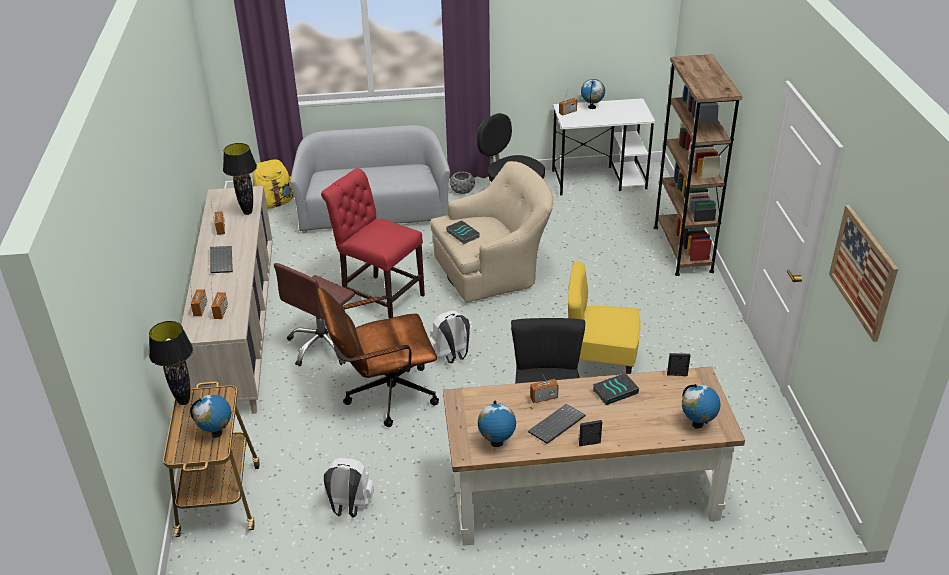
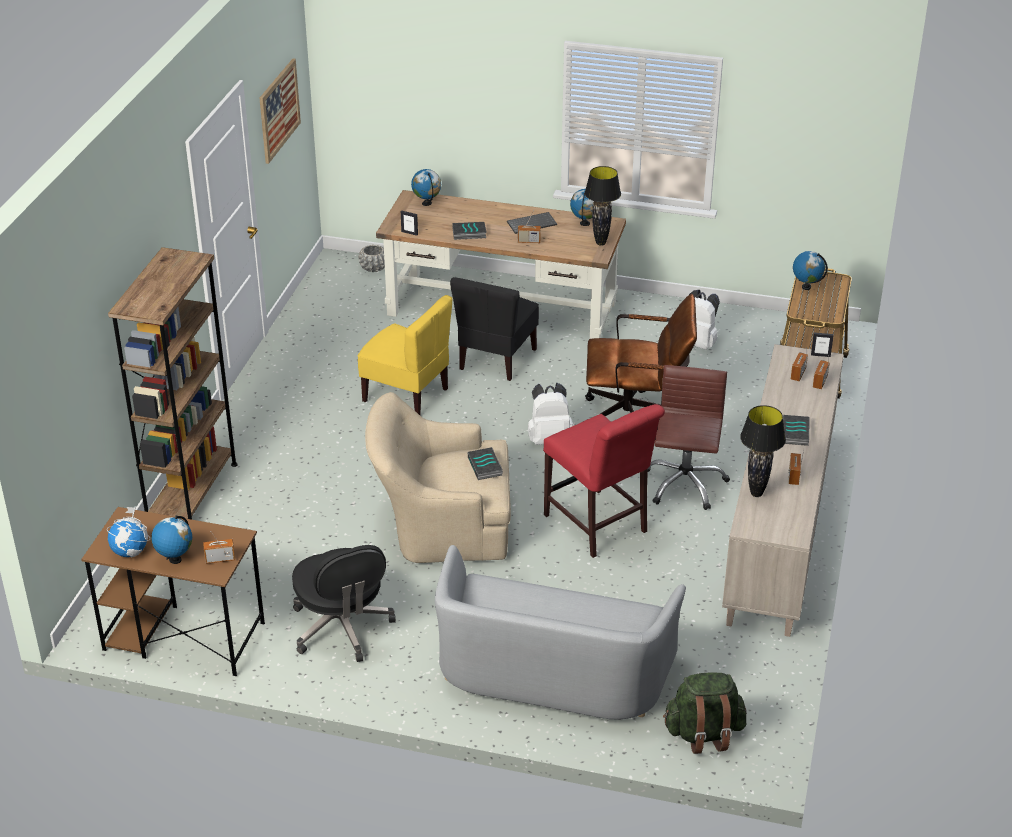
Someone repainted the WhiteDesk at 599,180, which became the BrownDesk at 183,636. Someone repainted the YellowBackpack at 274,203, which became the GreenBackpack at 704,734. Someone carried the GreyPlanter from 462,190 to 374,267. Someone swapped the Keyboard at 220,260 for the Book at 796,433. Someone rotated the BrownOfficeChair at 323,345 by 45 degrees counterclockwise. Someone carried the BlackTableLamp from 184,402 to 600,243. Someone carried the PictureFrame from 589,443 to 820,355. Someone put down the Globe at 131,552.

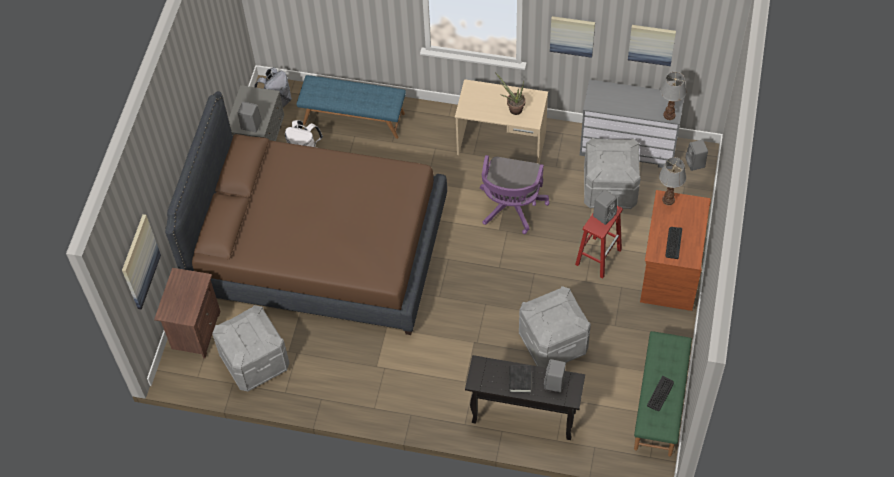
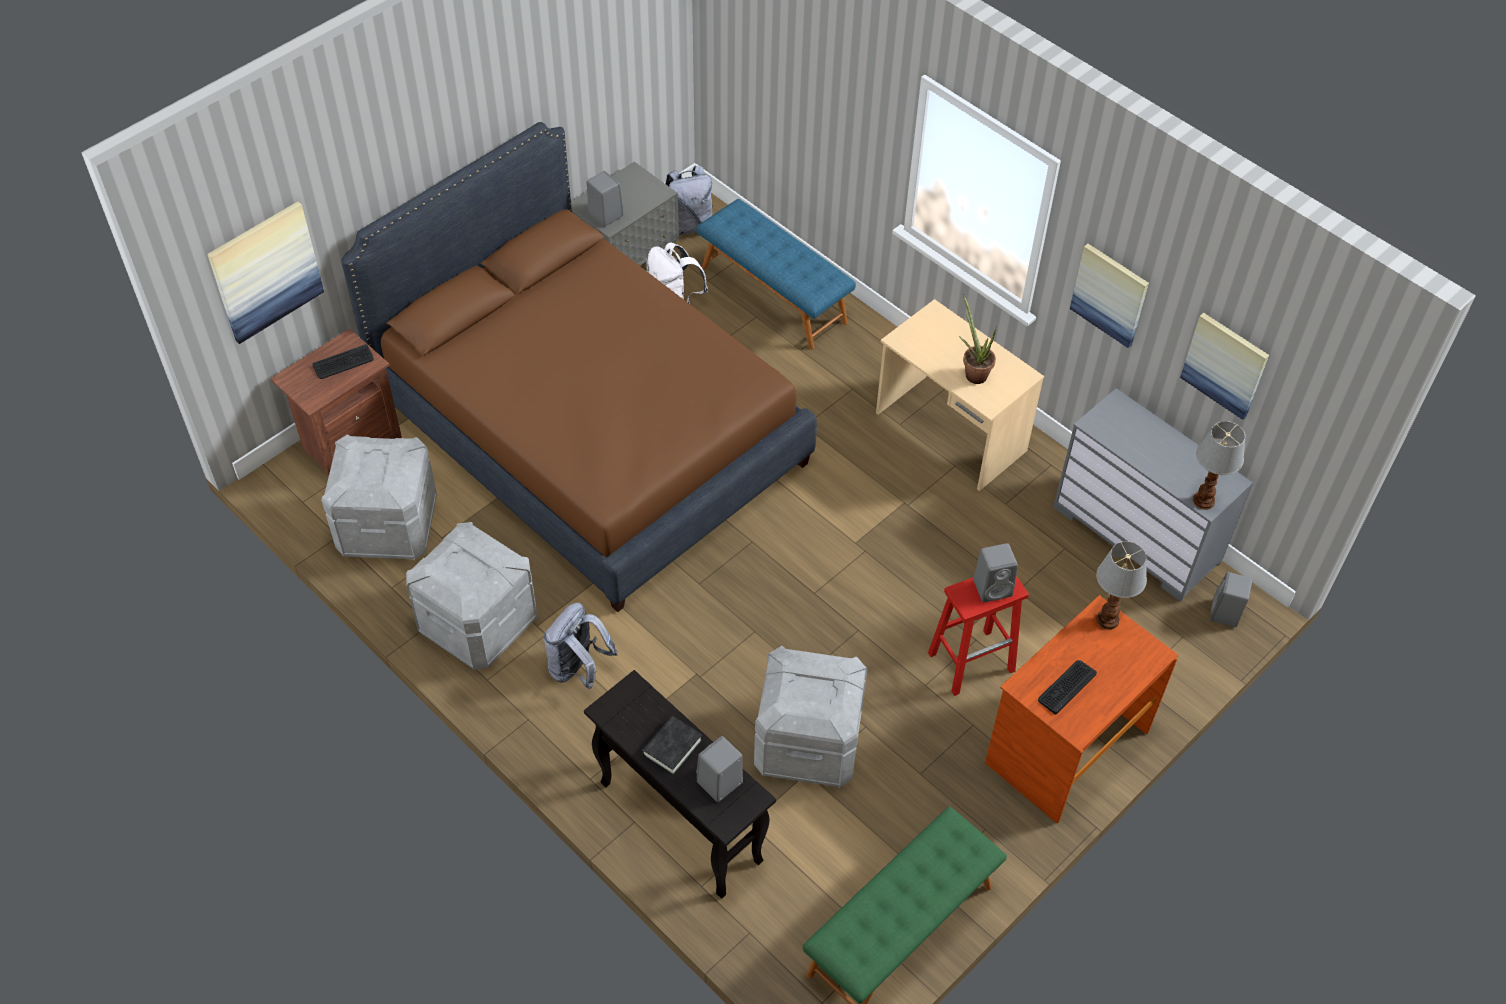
Someone carried the GreyStorageBox from 609,189 to 477,623. Someone took away the PurpleOfficeChair at 511,209. Someone carried the Keyboard from 660,394 to 343,362. Someone put down the GreyBackpack at 578,669.

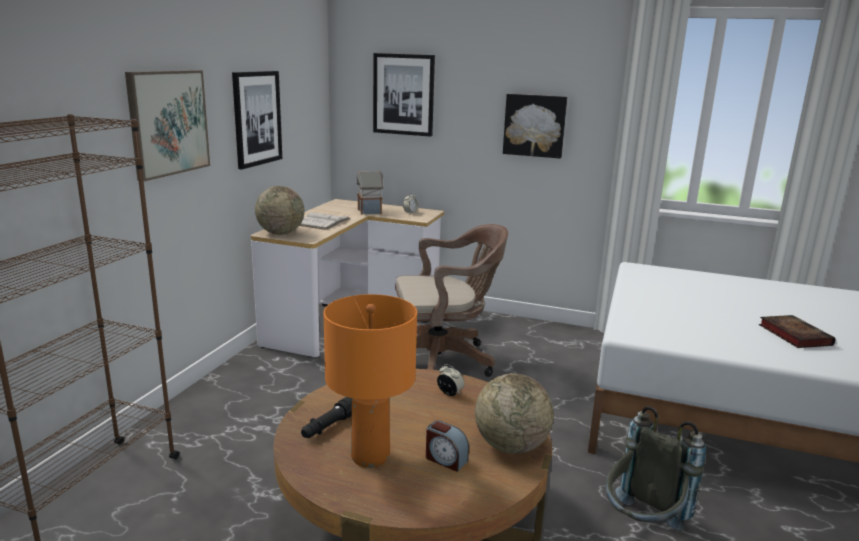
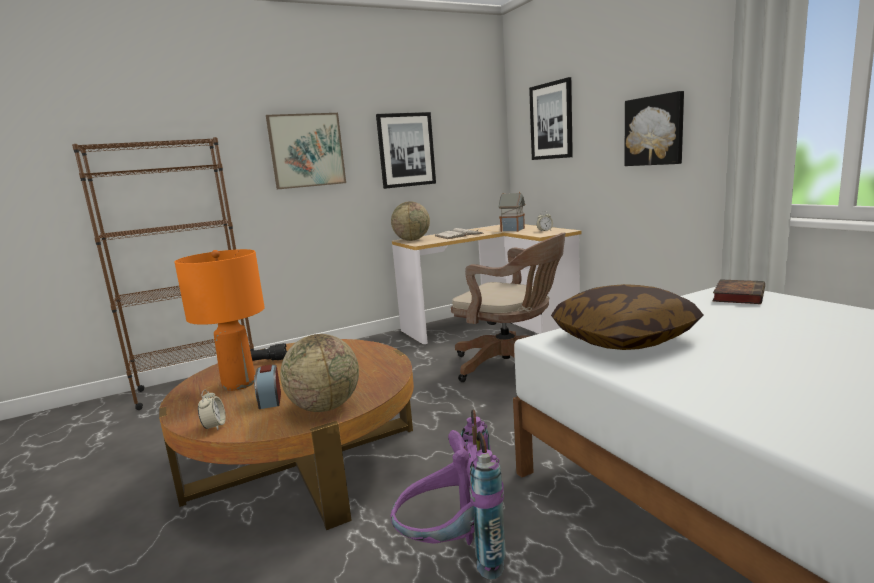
Someone carried the Book from 792,334 to 738,295. Someone carried the AlarmClock from 450,393 to 214,426. Someone repainted the GreyBackpack at 641,527, which became the PurpleBackpack at 453,555. Someone put down the Pillow at 623,338.

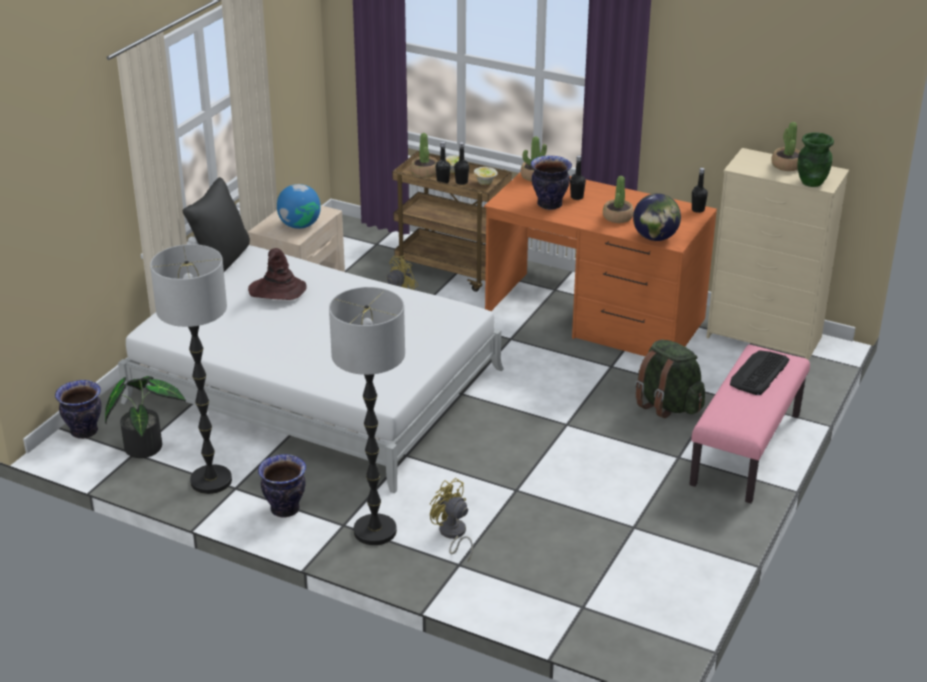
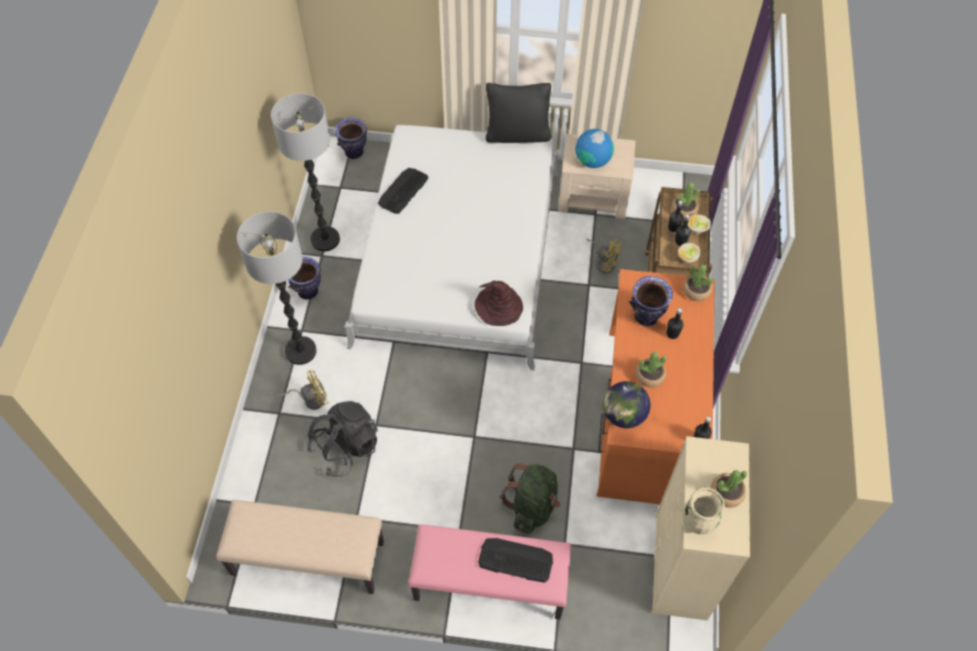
Someone repainted the GreenVase at 811,182, which became the BeigeVase at 697,523. Someone carried the BrownHat from 277,290 to 498,306. Someone took away the PottedPlant at 146,445. Someone rotated the YellowFan at 452,535 by 45 degrees clockwise. Someone put down the Keyboard at 403,191. Someone put down the BlackBackpack at 345,447. Someone put down the BeigeBench at 307,559.

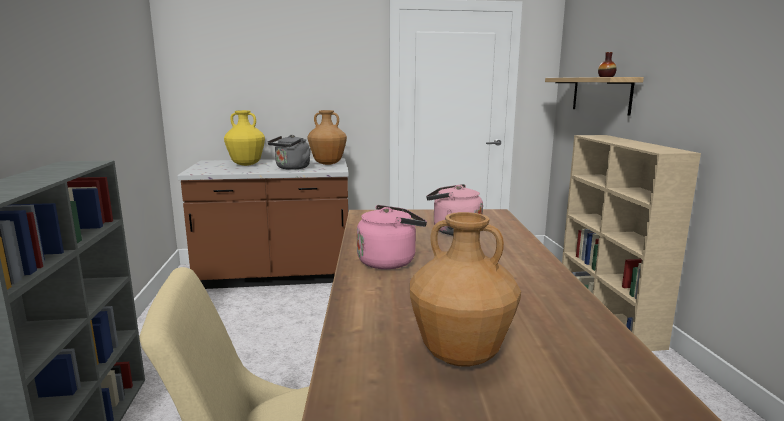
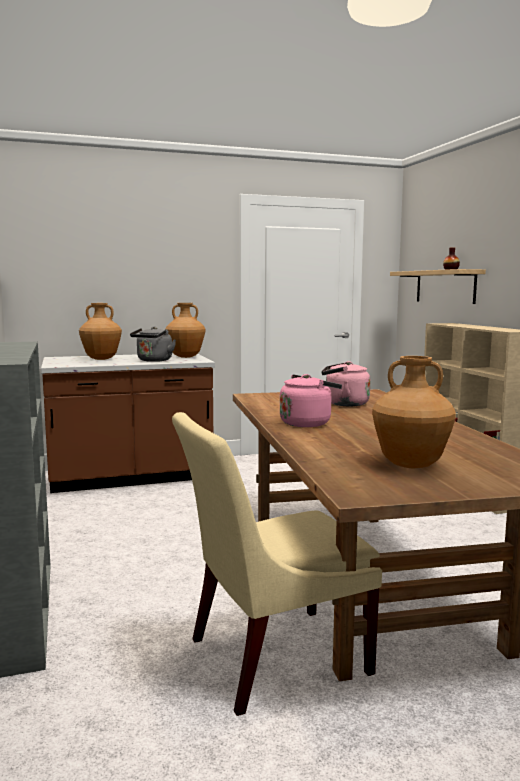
Someone repainted the YellowVase at 246,164, which became the BrownVase at 101,359.

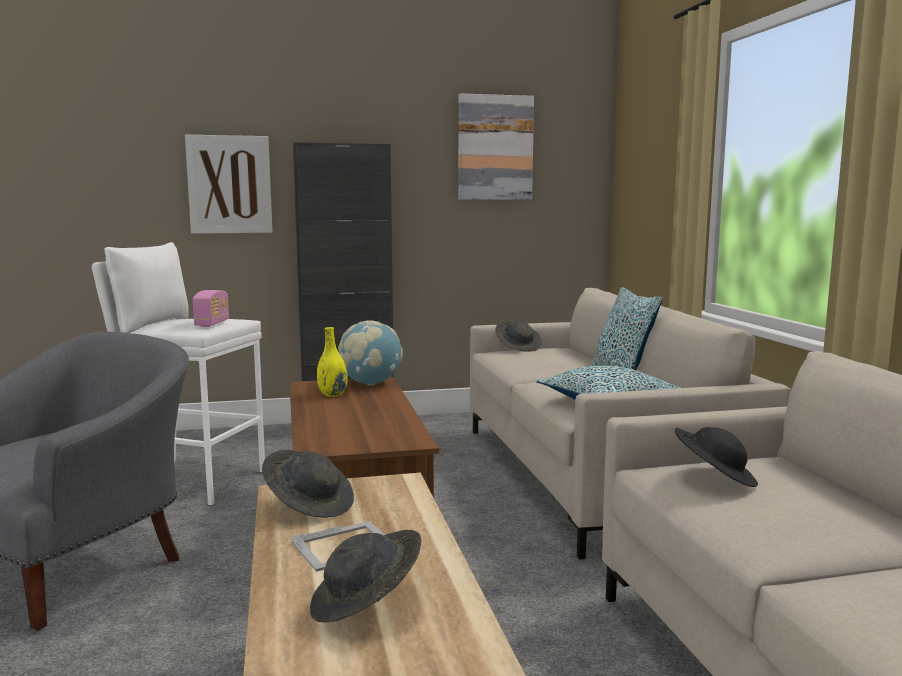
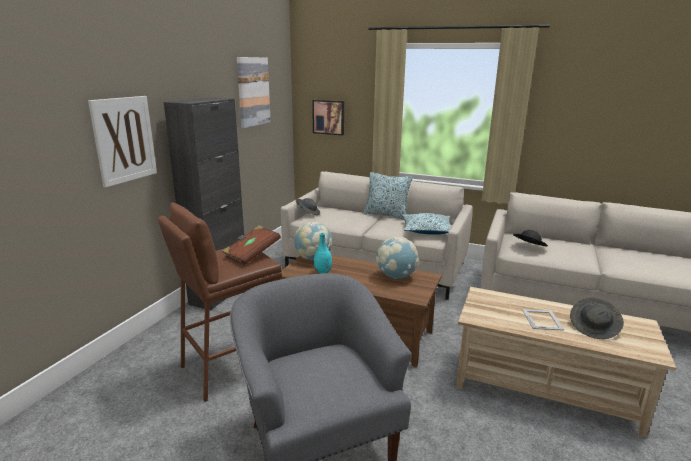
Someone repainted the WhiteStool at 191,481, which became the BrownStool at 231,367. Someone swapped the Radio at 212,323 for the BrownBook at 252,254. Someone repainted the YellowVase at 332,394, which became the TurquoiseVase at 323,272. Someone took away the GreyHat at 310,505. Someone put up the Picture at 329,117. Someone put down the Globe at 396,276.

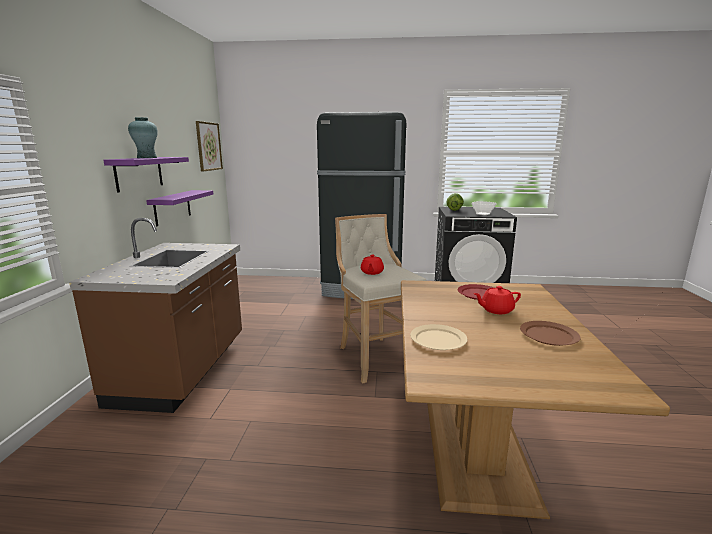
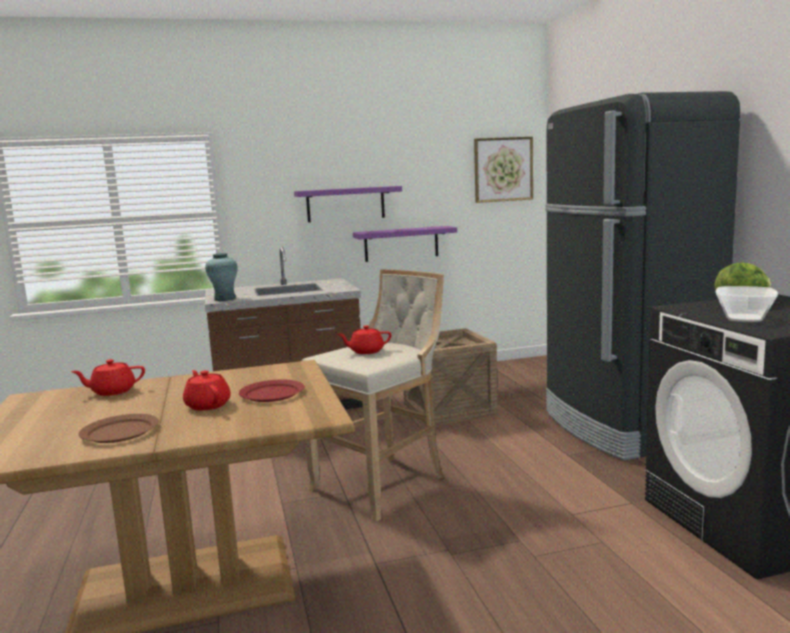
Someone carried the TurquoiseVase from 147,158 to 225,299. Someone swapped the BeigePlate at 438,340 for the RedTeapot at 112,391. Someone put down the Crate at 449,409.

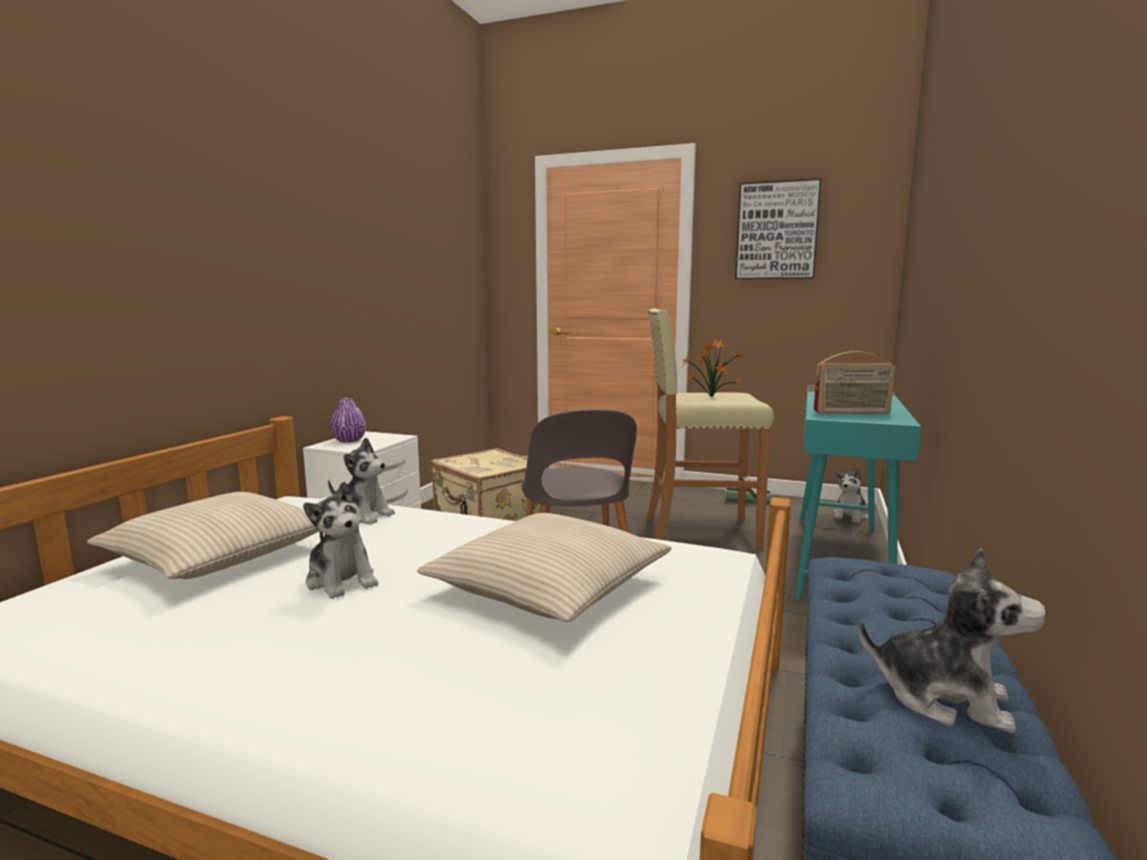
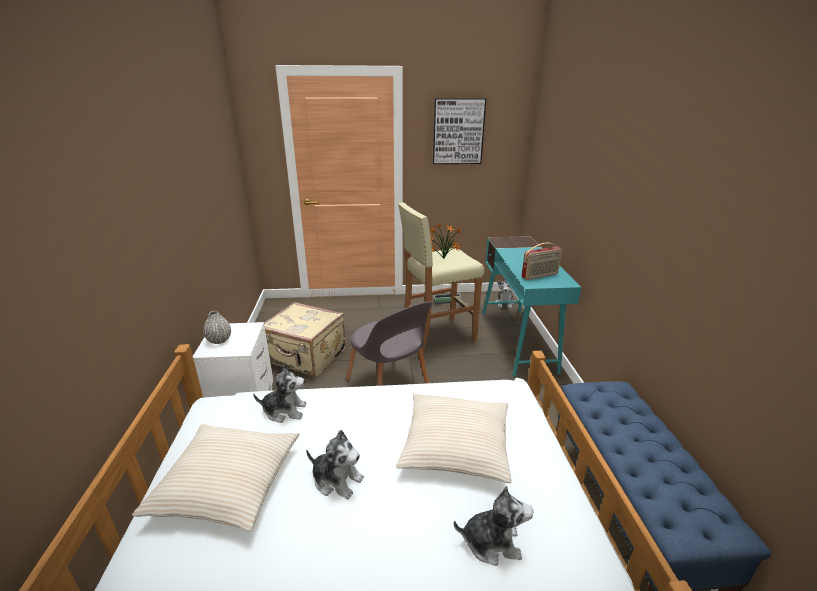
Someone repainted the PurpleVase at 349,440, which became the GreyVase at 219,340. Someone carried the PlushToy from 943,697 to 491,542.

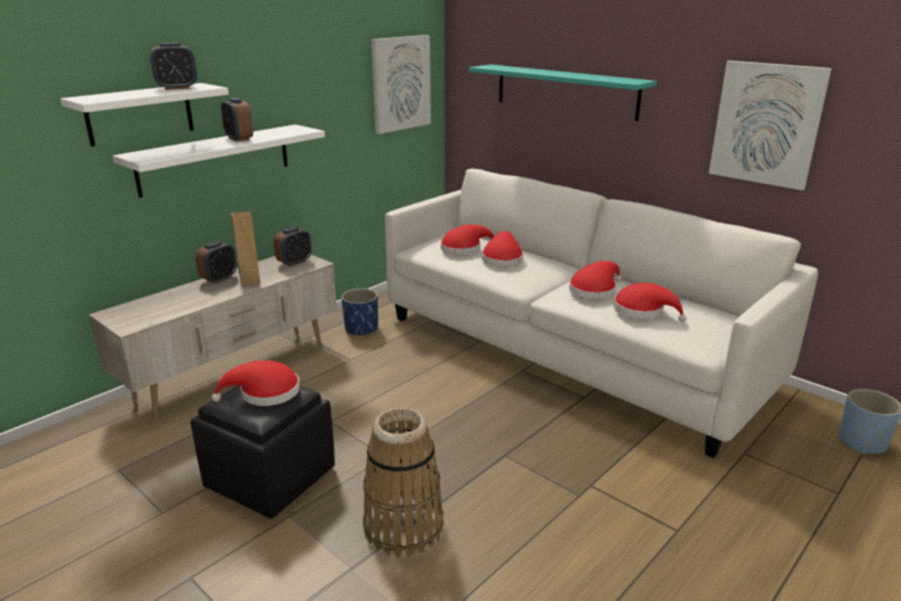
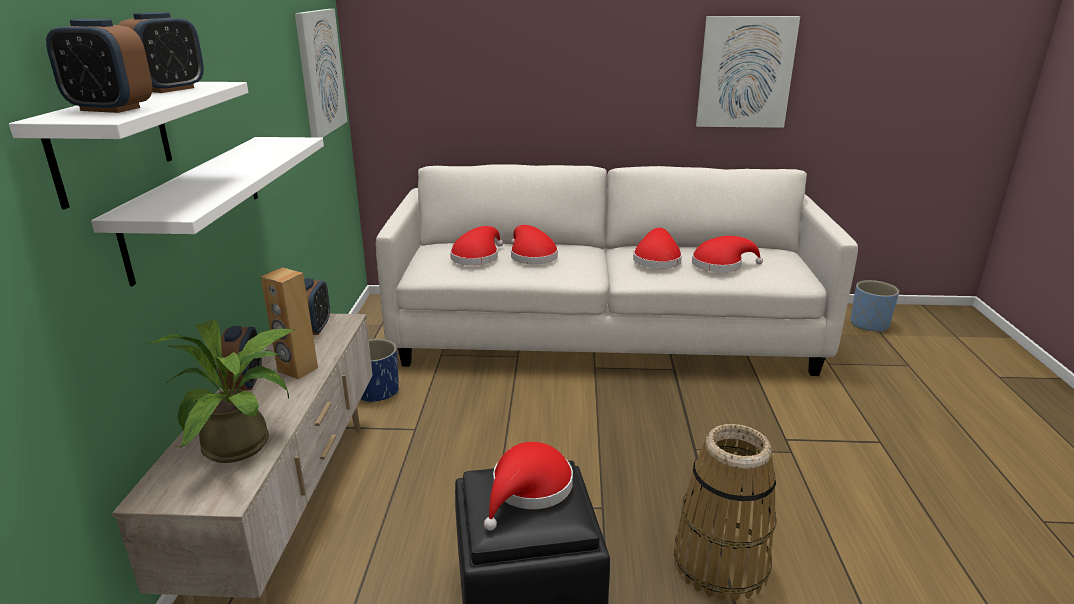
Someone took away the TurquoiseShelf at 565,91. Someone carried the AlarmClock from 239,139 to 110,109. Someone put down the PottedPlant at 245,443.

